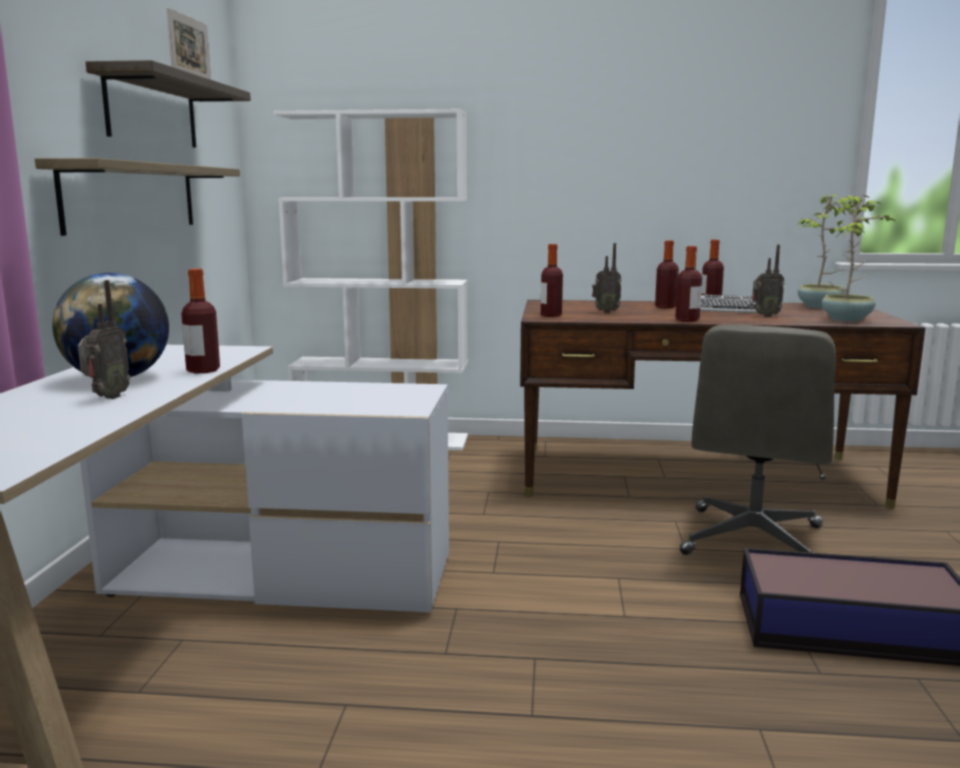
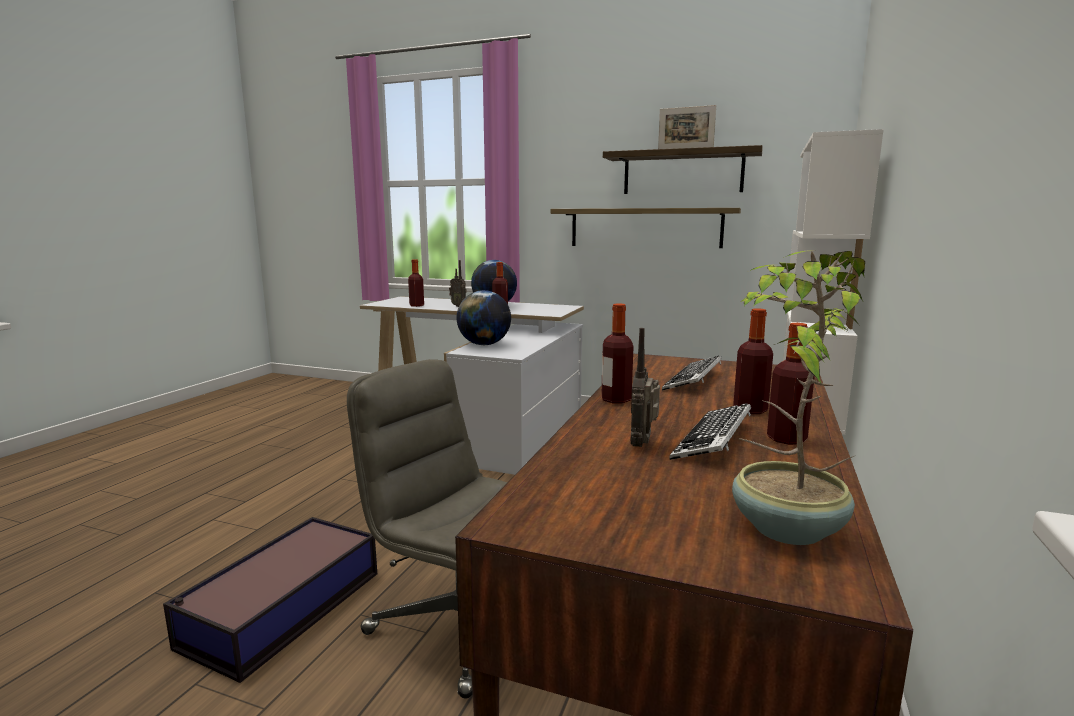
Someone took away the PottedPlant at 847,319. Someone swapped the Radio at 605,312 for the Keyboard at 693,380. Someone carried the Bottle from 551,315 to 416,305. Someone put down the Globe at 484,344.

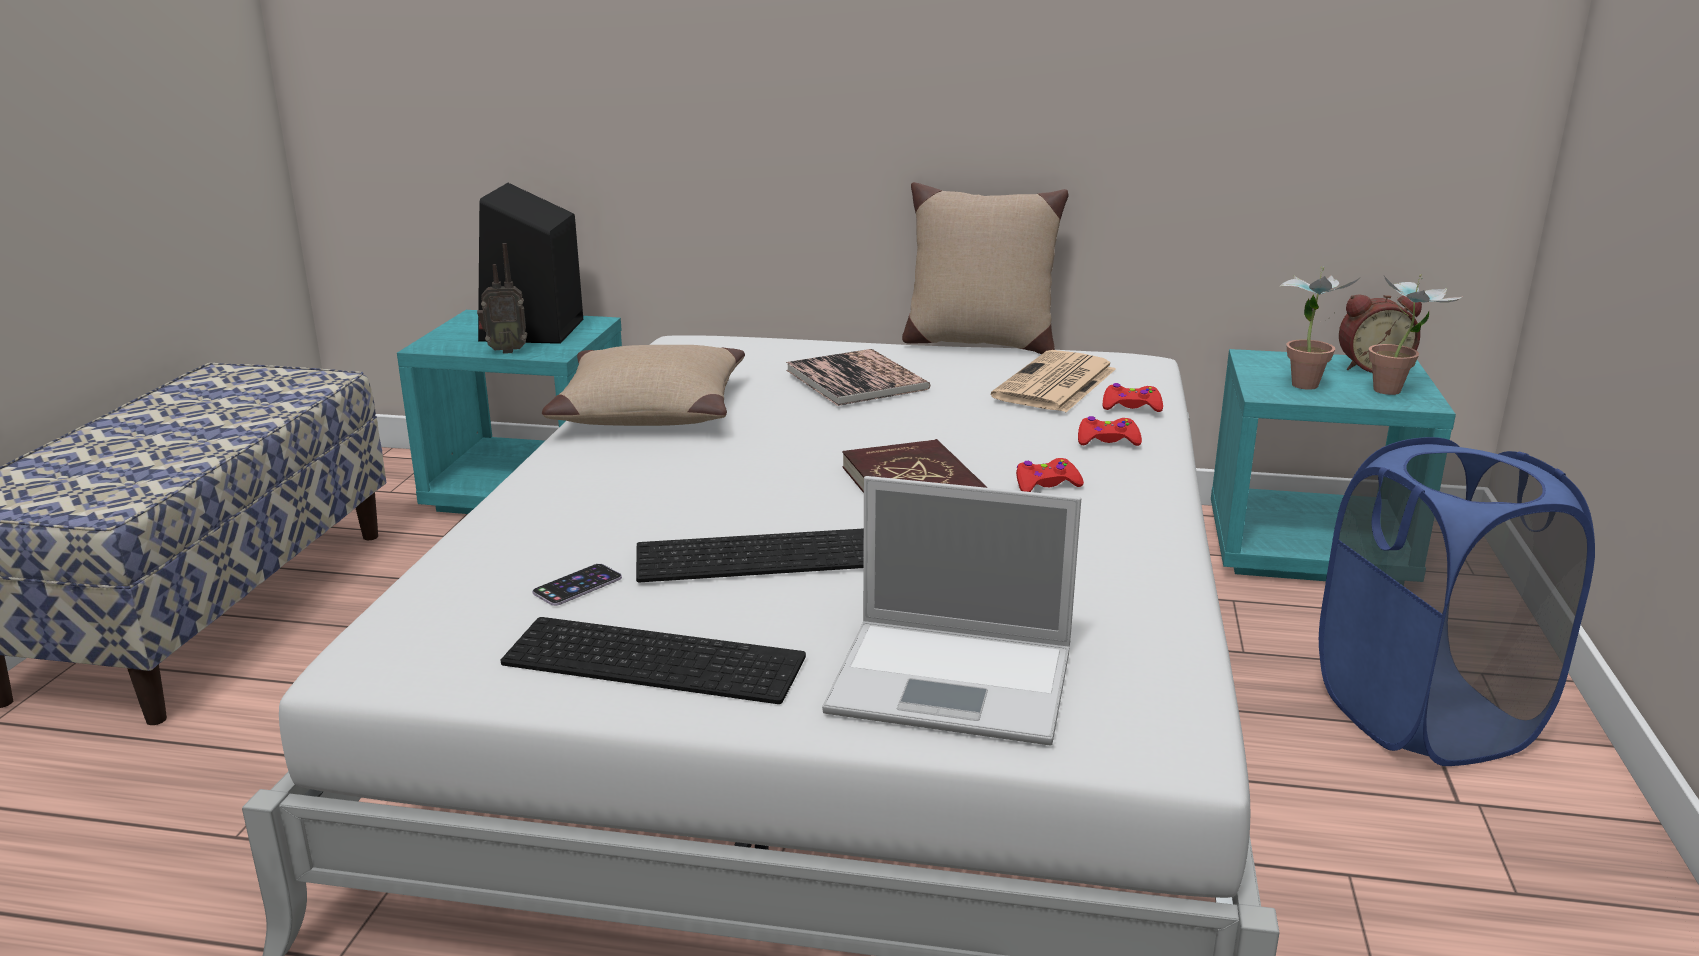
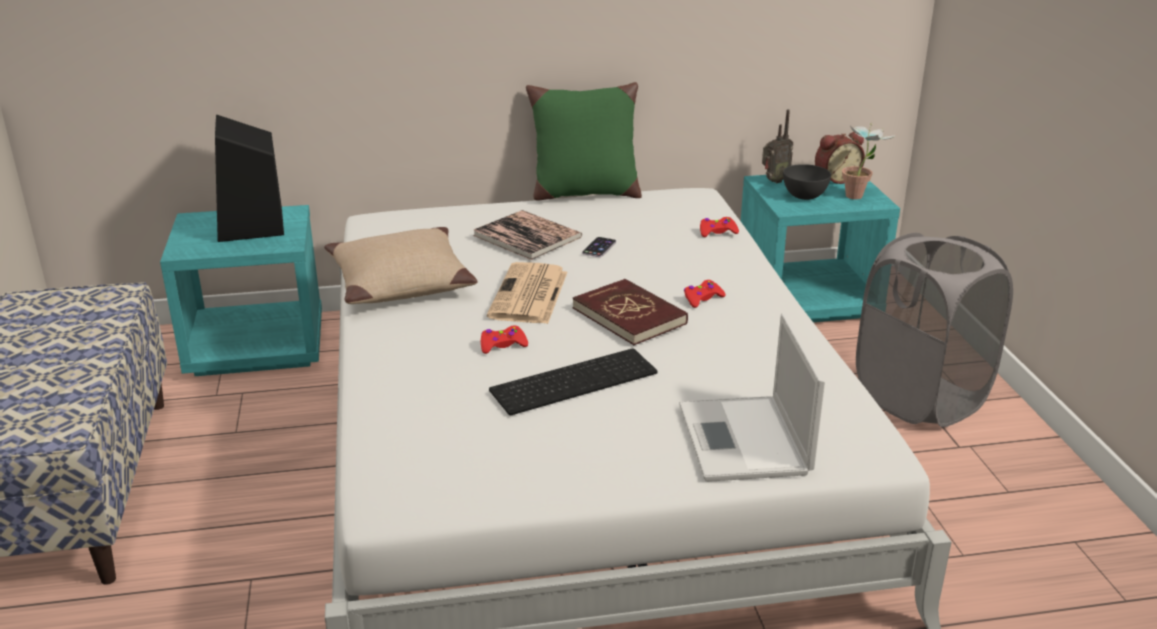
Someone repainted the BeigePillow at 978,343, which became the GreenPillow at 584,193. Someone carried the Radio from 505,350 to 773,181. Someone swapped the PottedPlant at 1305,382 for the GreyBowl at 804,196. Someone carried the Newspaper from 1055,384 to 529,295. Someone carried the RedGameController from 1107,440 to 502,345. Someone repainted the BlueLaundryBasket at 1424,716, which became the GreyLaundryBasket at 920,398. Someone rotated the Laptop at 956,681 by 90 degrees clockwise. Someone carried the Phone from 577,585 to 599,247. Someone took away the Keyboard at 658,658.

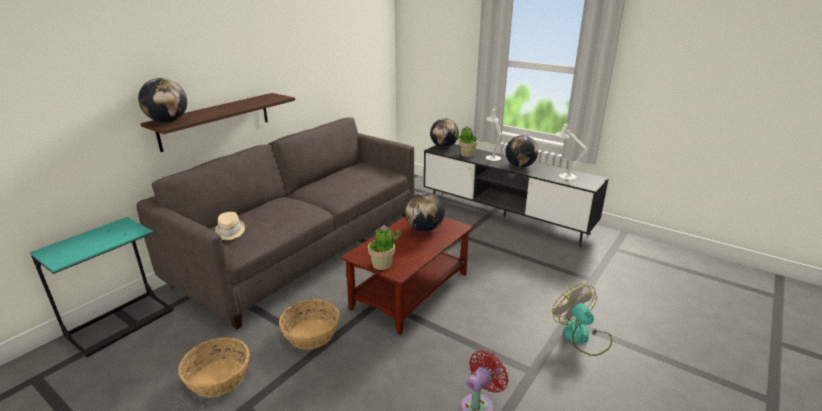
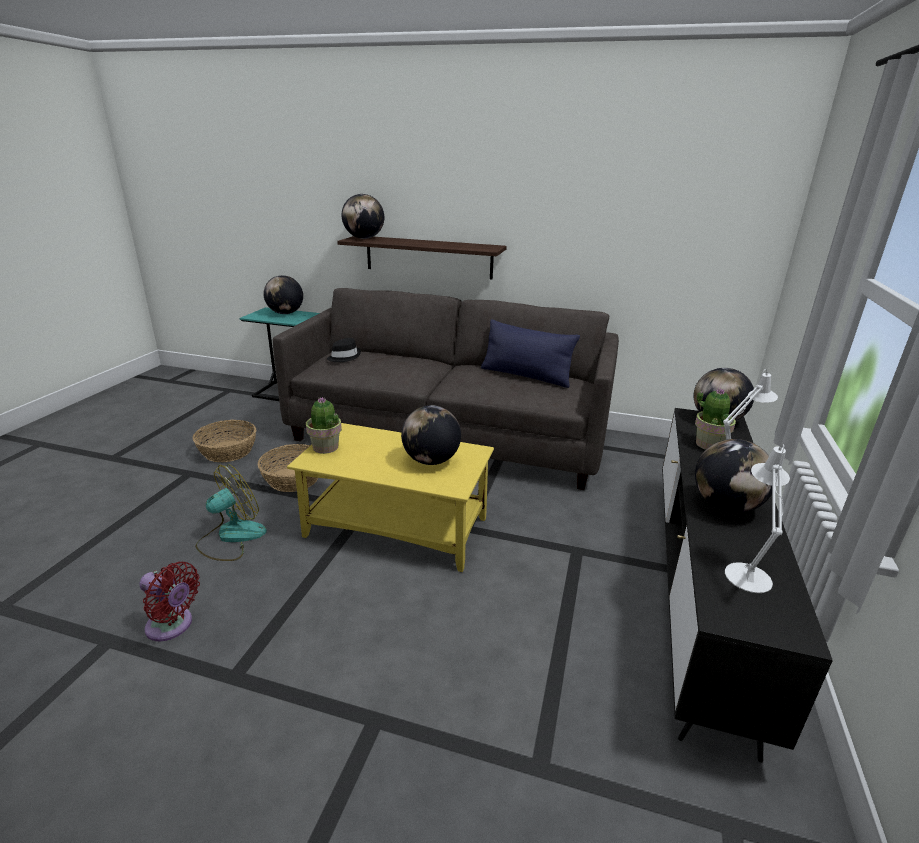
Someone repainted the BeigeHat at 229,231, which became the BlackHat at 344,357. Someone repainted the BrownCoffeeTable at 410,290, which became the YellowCoffeeTable at 398,527. Someone carried the Fan from 582,337 to 231,537. Someone put down the Globe at 285,313. Someone put down the BluePillow at 525,376.

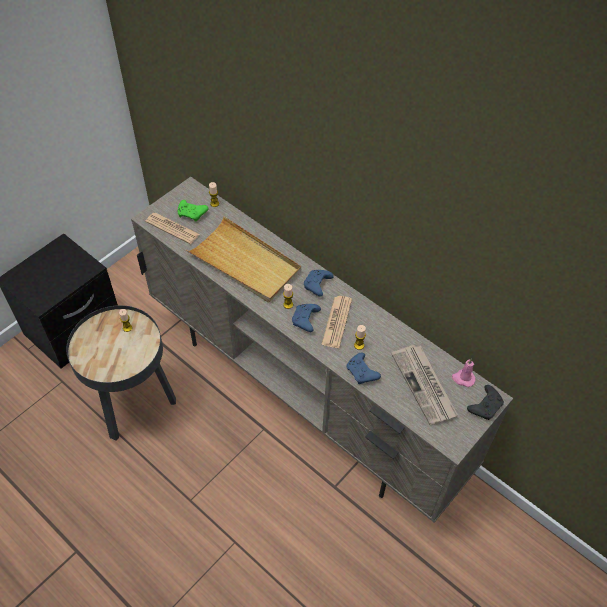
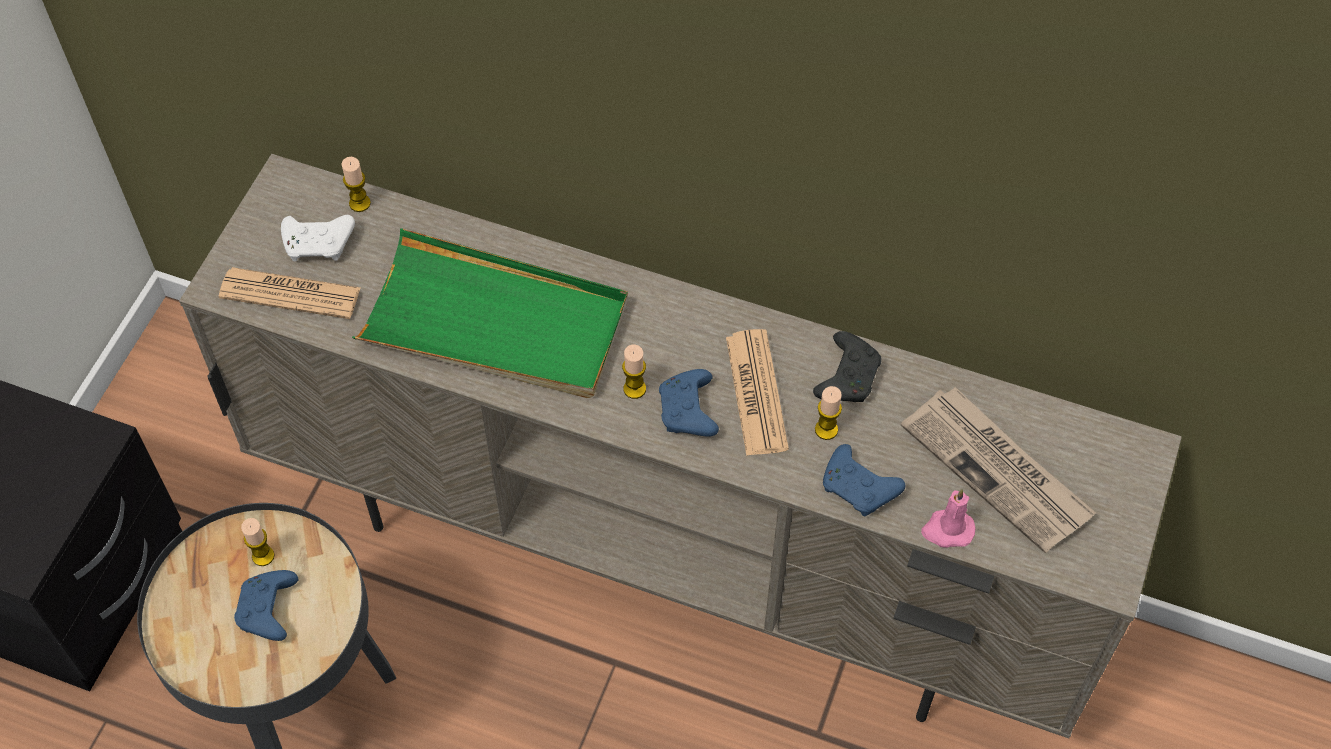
Someone repainted the GreenGameController at 192,214, which became the WhiteGameController at 319,244. Someone repainted the BeigeTray at 245,263, which became the GreenTray at 495,323. Someone carried the BlueGameController from 317,285 to 269,612. Someone carried the PinkCandle from 463,378 to 947,530. Someone carried the BlackGameController from 485,406 to 847,376.

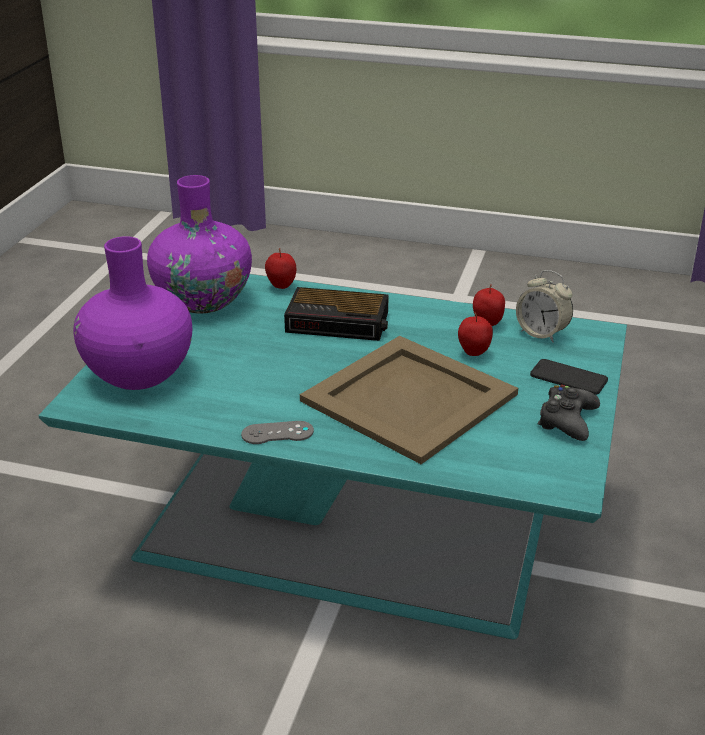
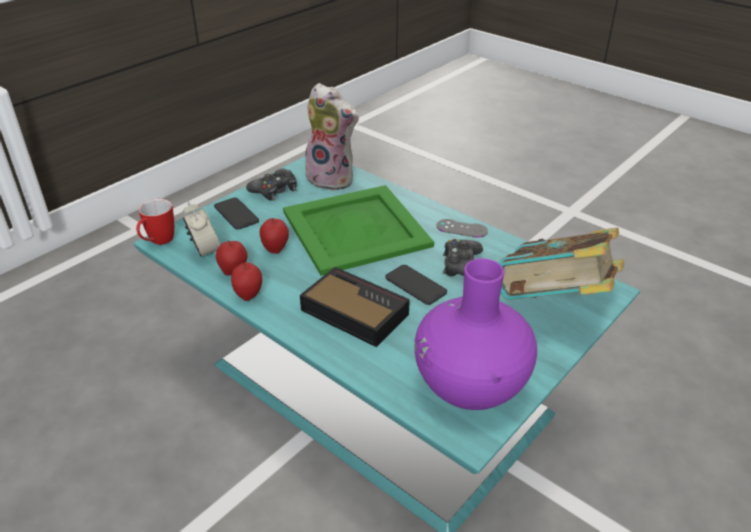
Someone swapped the PurpleVase at 138,373 for the Book at 554,306. Someone carried the Apple from 281,286 to 249,295. Someone repainted the BeigeTray at 409,396, which became the GreenTray at 355,230. Someone put down the PlushToy at 333,179. Someone put down the Mug at 158,242. Someone put down the BlackGameController at 462,266. Someone put down the Phone at 415,285.

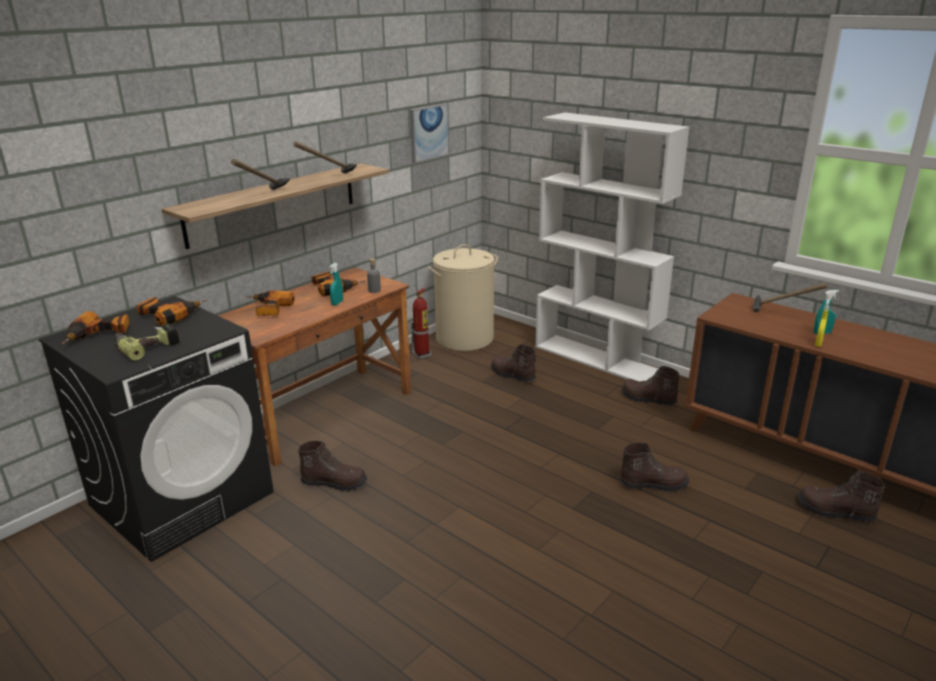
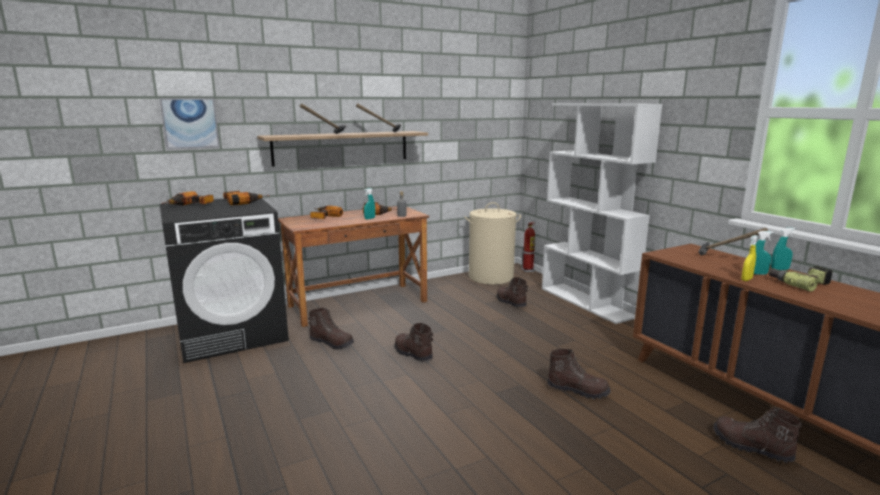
Someone carried the Picture from 429,132 to 190,123. Someone carried the FireExtinguisher from 422,354 to 528,270. Someone carried the PowerDrill from 147,346 to 799,282. Someone carried the BrownBoot from 648,399 to 412,354. Someone put down the TurquoiseSprayBottle at 779,269.

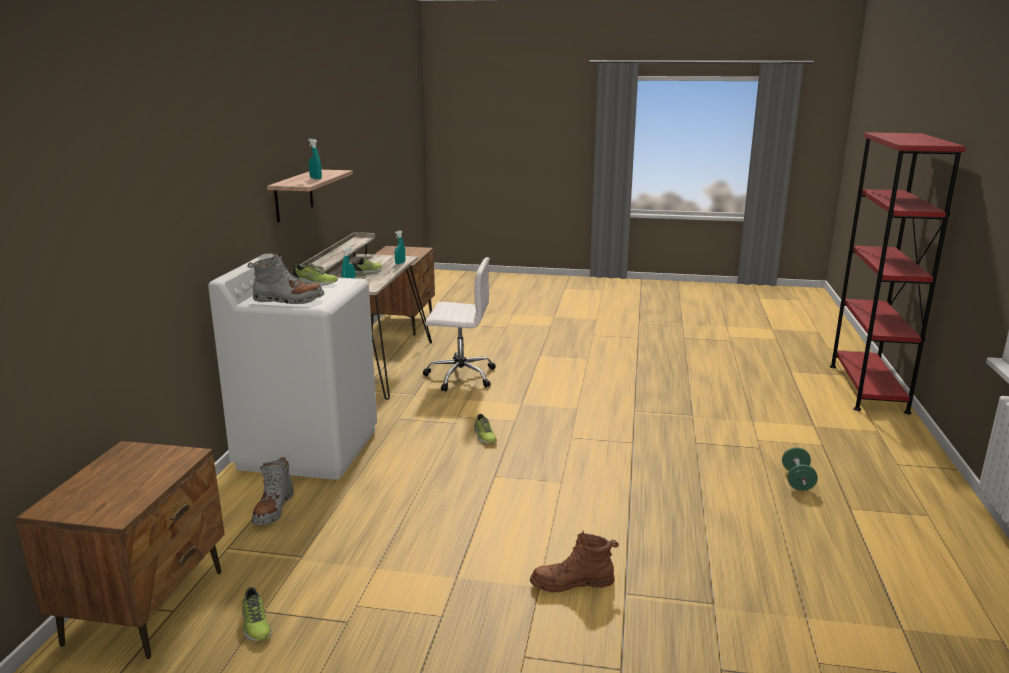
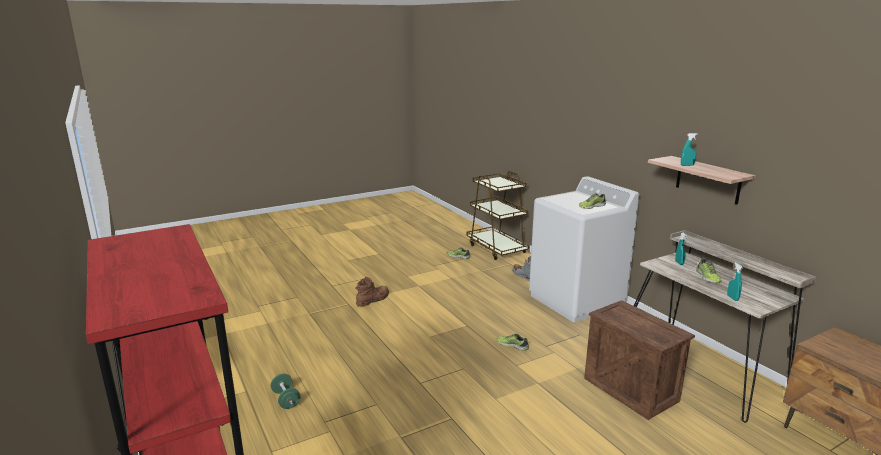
Someone took away the GreyBoot at 288,300. Someone swapped the WhiteOfficeChair at 459,376 for the Crate at 629,389. Someone swapped the BrownNightstand at 147,606 for the BrownCart at 496,248.

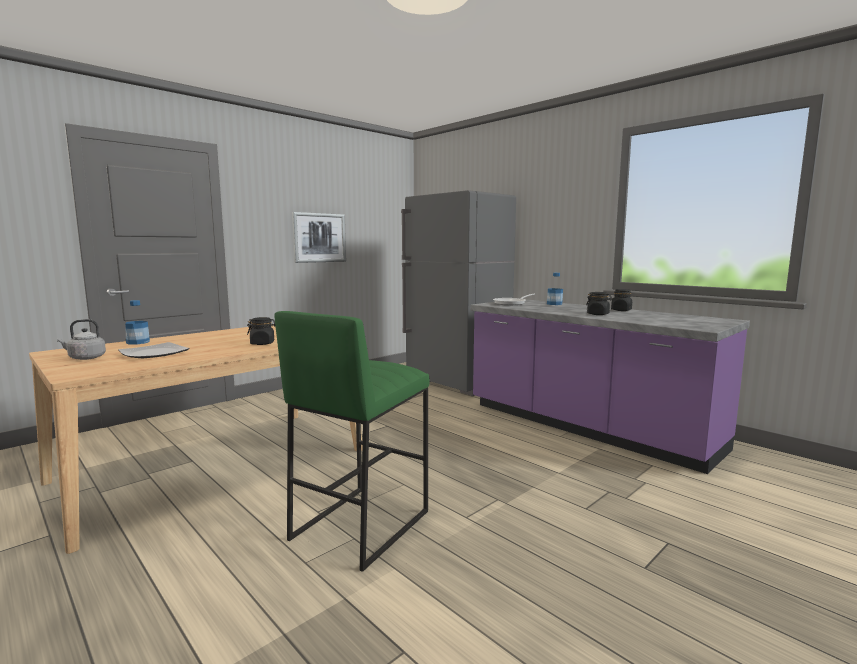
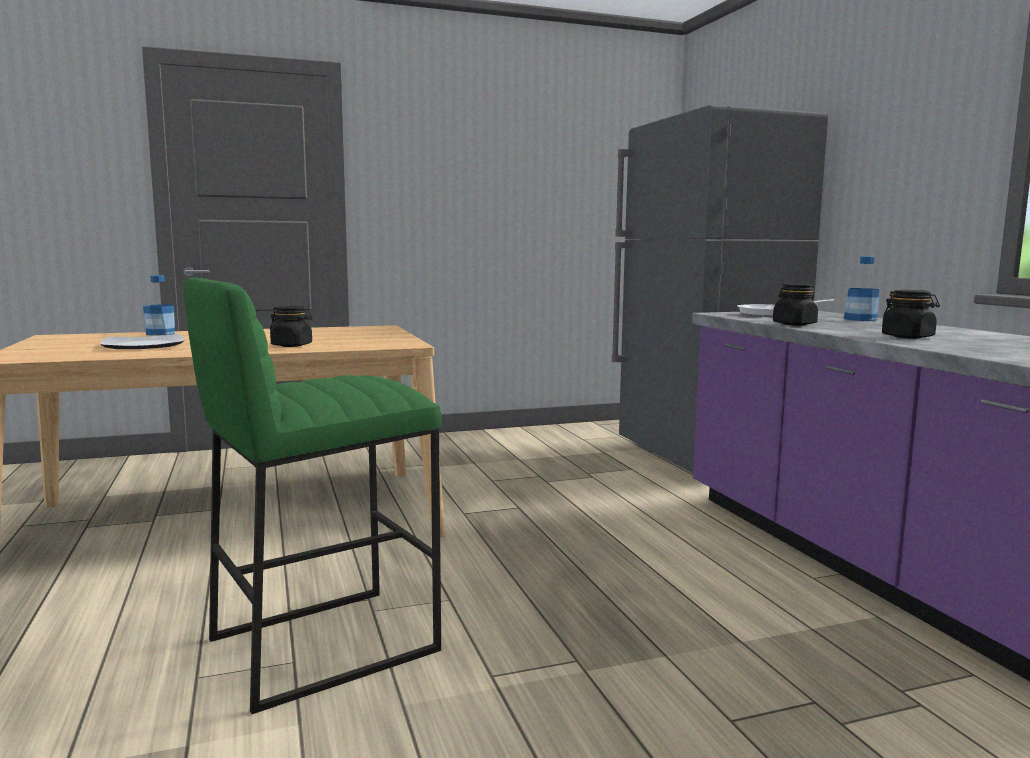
Someone took away the Picture at 319,237. Someone carried the BlackJar from 621,310 to 794,324. Someone took away the GreyKettle at 85,358.

